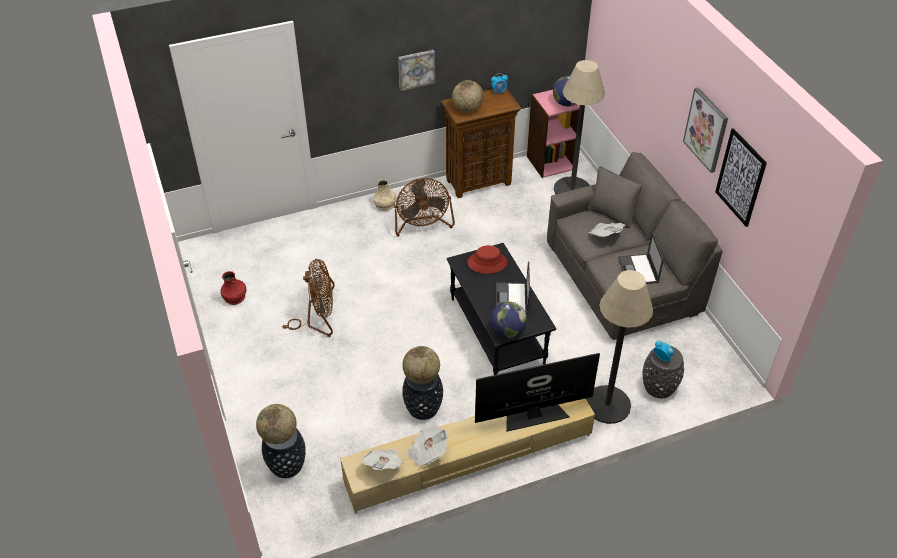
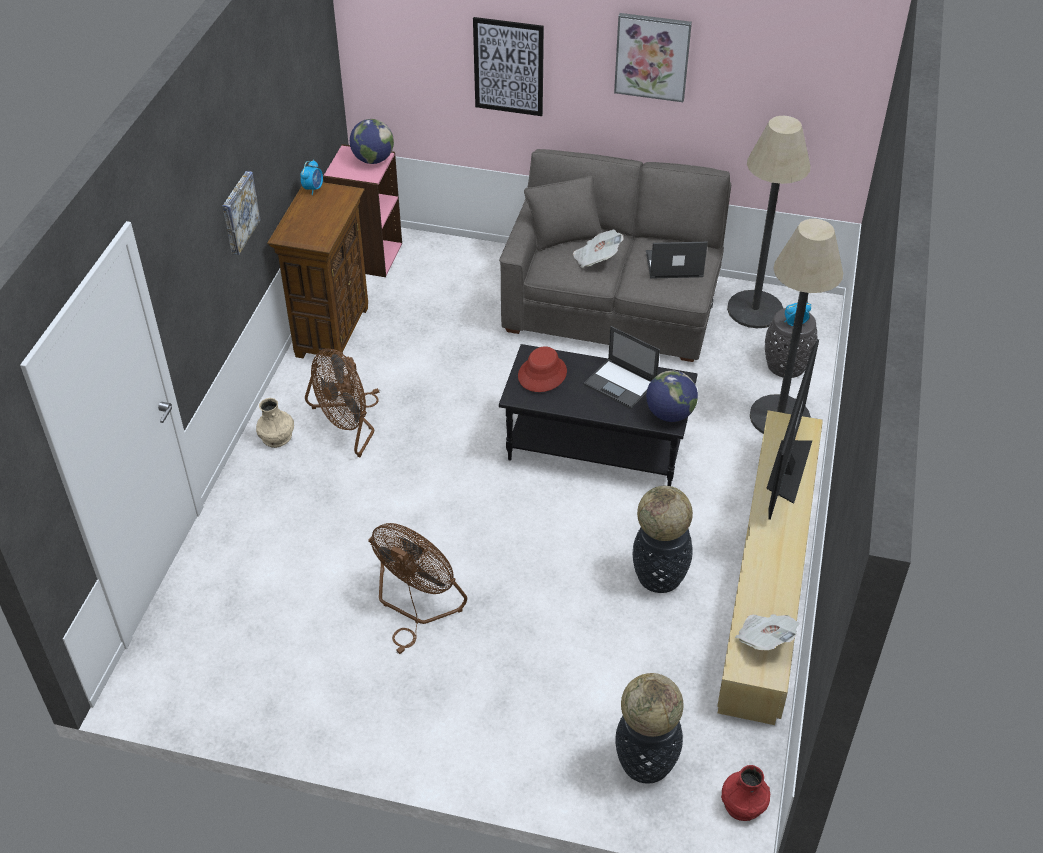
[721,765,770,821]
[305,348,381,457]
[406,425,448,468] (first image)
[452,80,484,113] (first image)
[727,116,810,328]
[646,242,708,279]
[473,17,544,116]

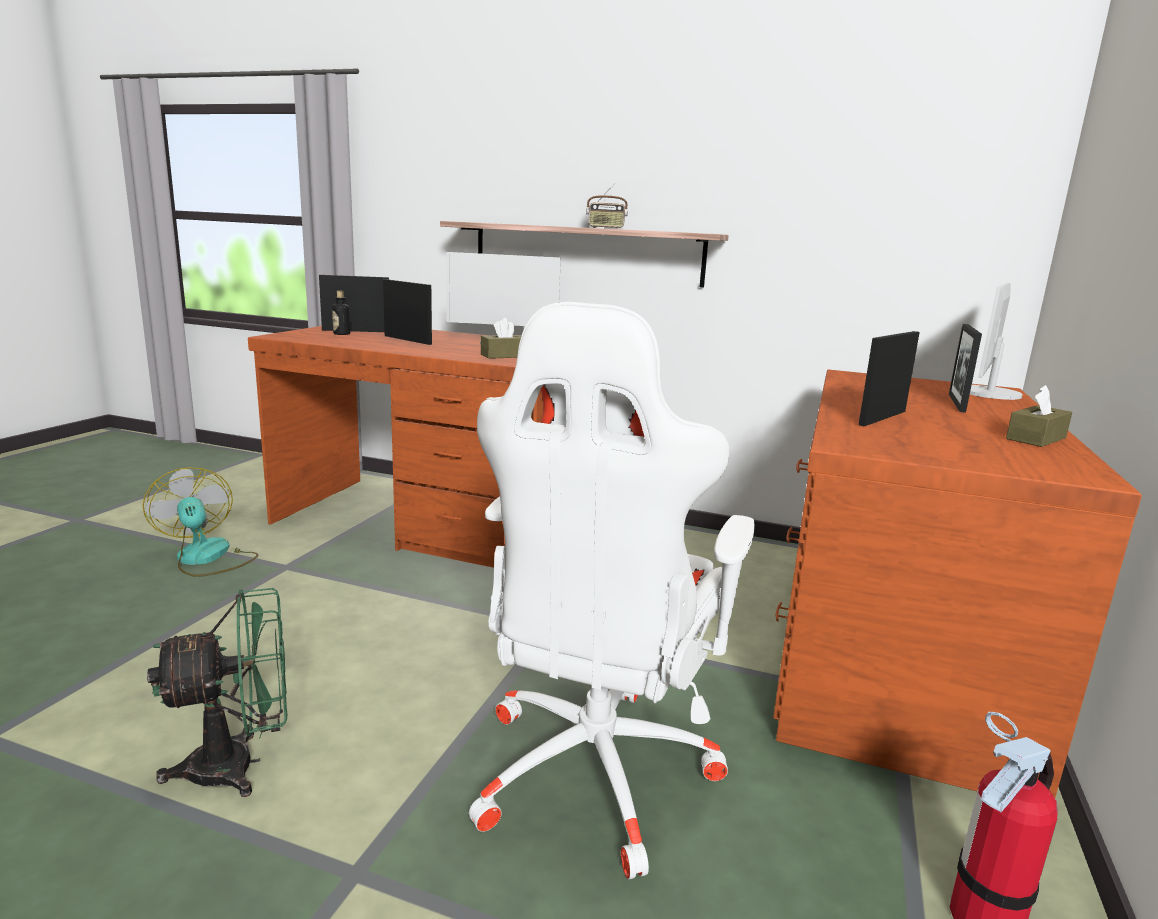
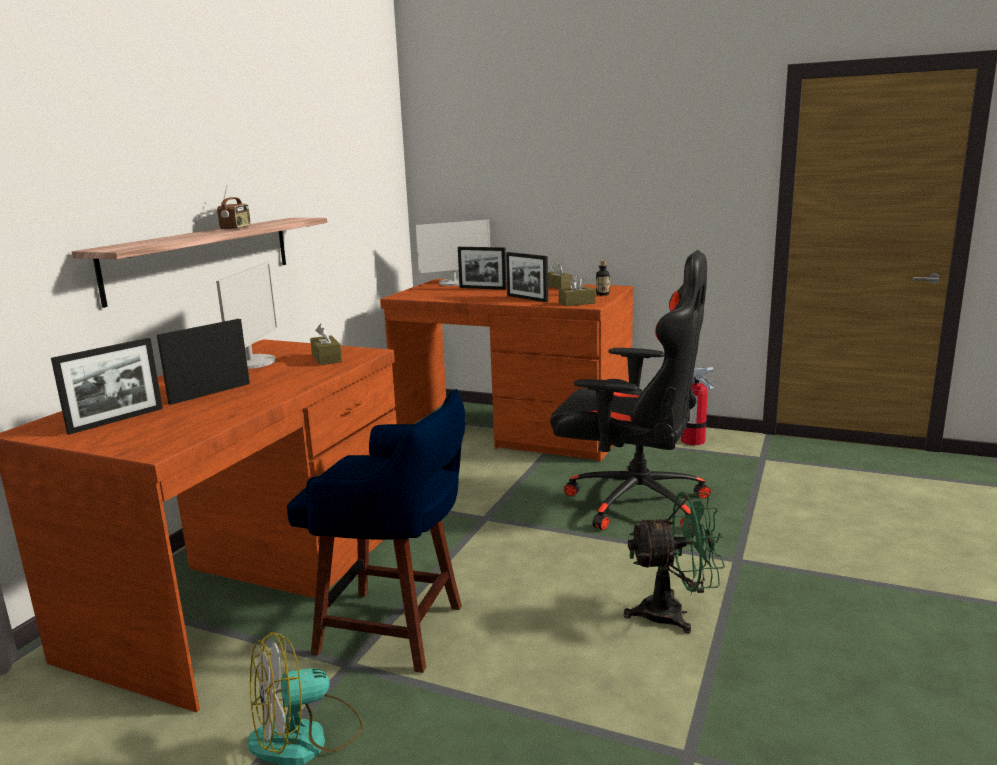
[624,492,725,634]
[51,338,163,435]
[596,260,610,295]
[550,250,711,531]
[415,219,490,286]
[287,389,466,673]
[559,276,595,306]

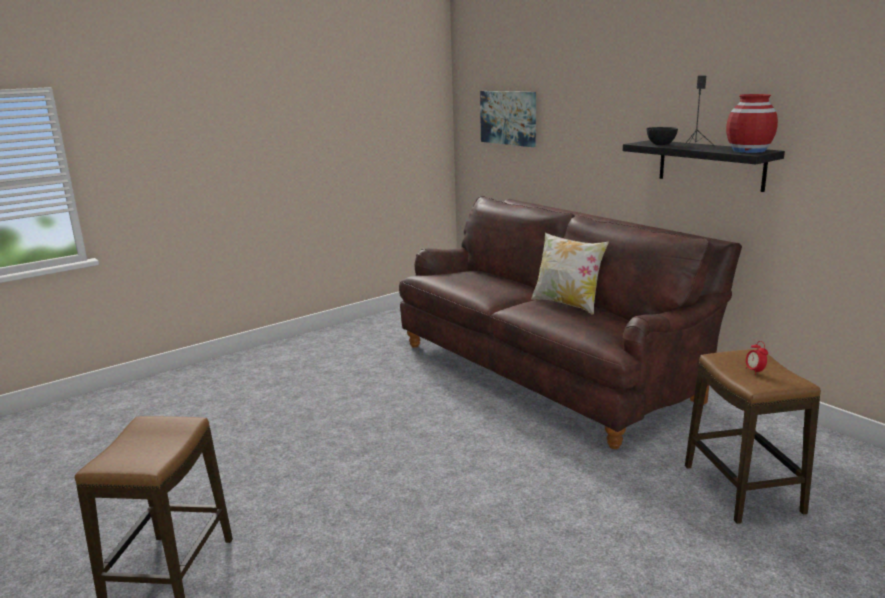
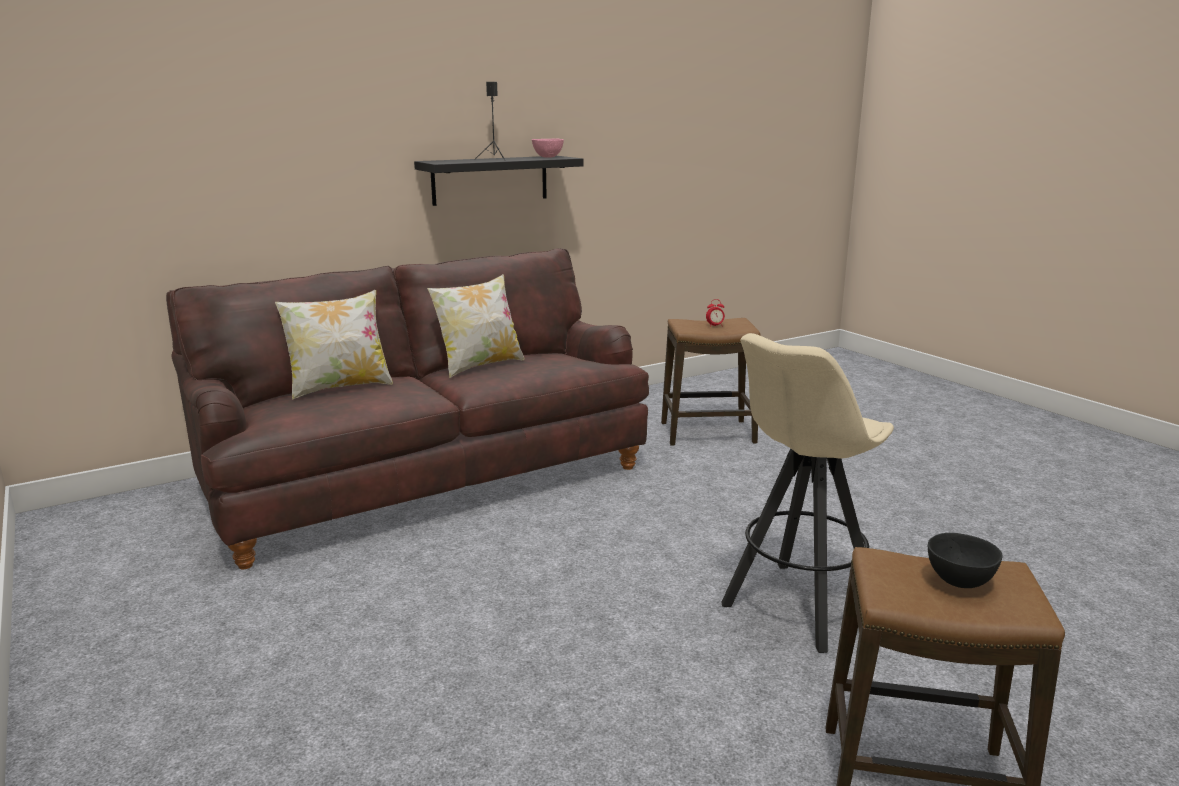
[480,91,536,147] (first image)
[928,533,1003,588]
[532,139,564,158]
[275,290,393,400]
[722,333,894,653]

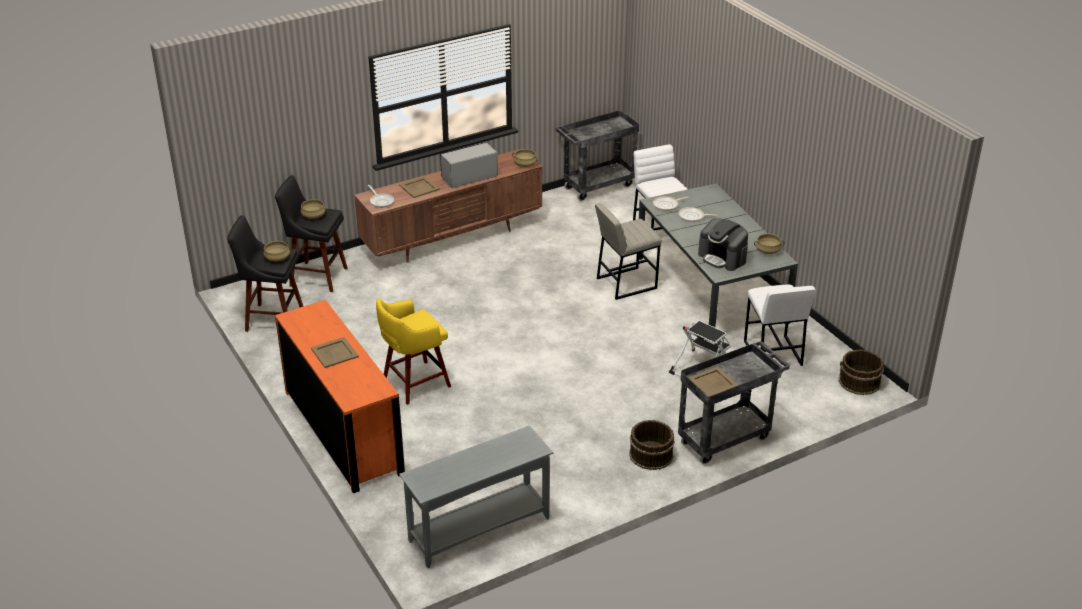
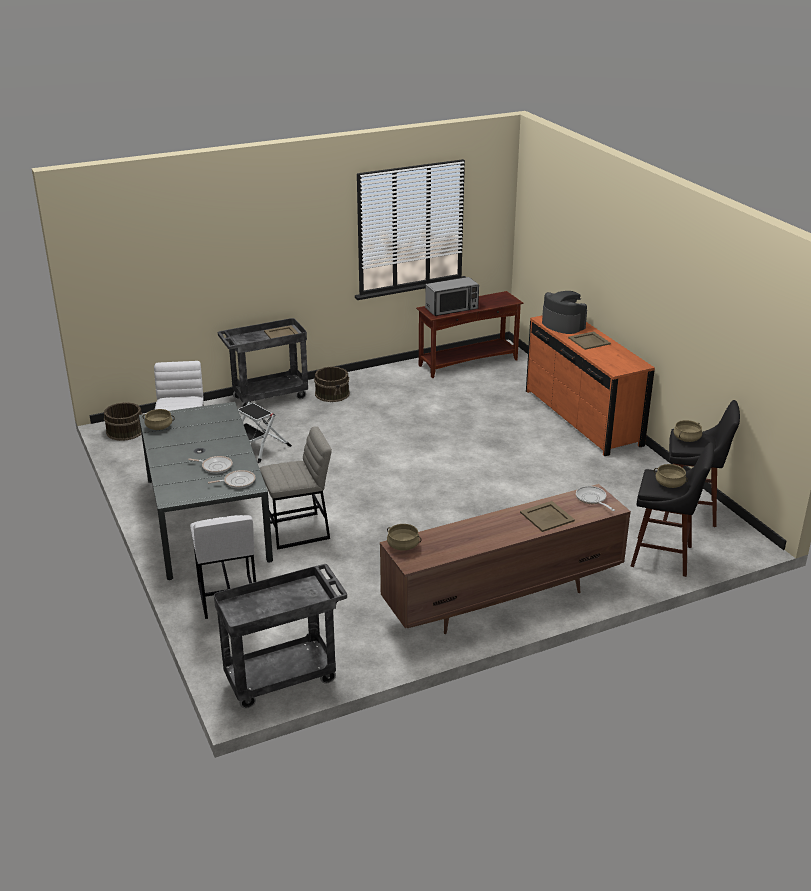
[376,299,451,405] (first image)
[416,291,523,378]
[425,277,479,316]
[542,291,587,334]

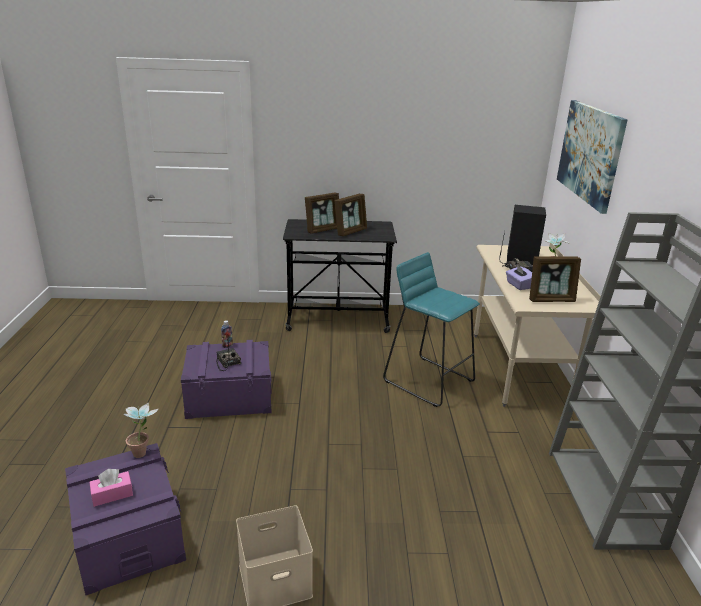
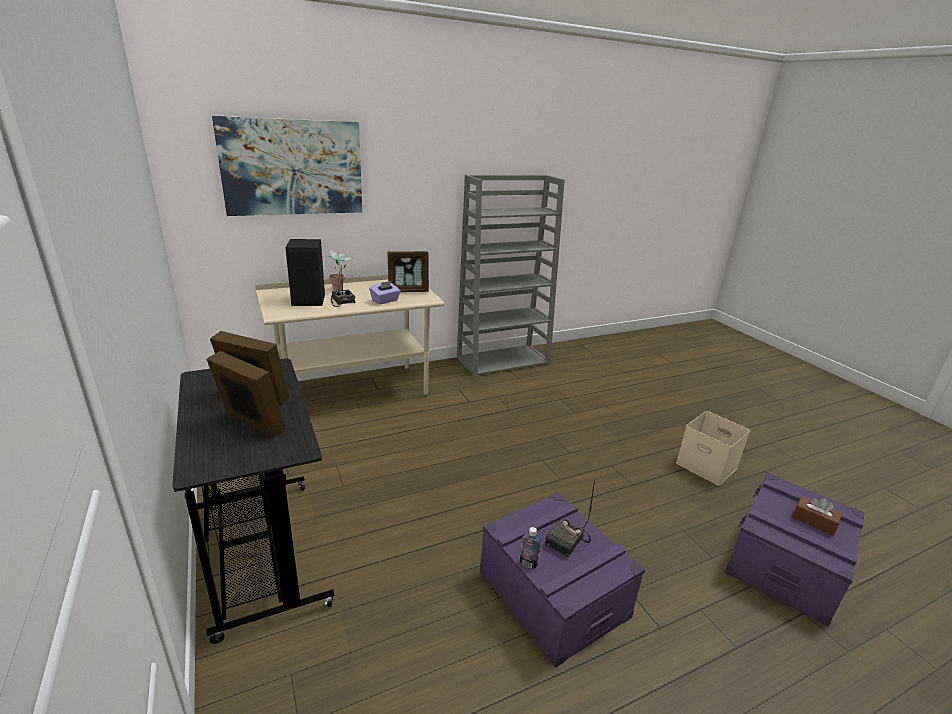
[793,496,842,535]
[123,403,159,458] (first image)
[383,252,480,407] (first image)
[387,251,429,292]

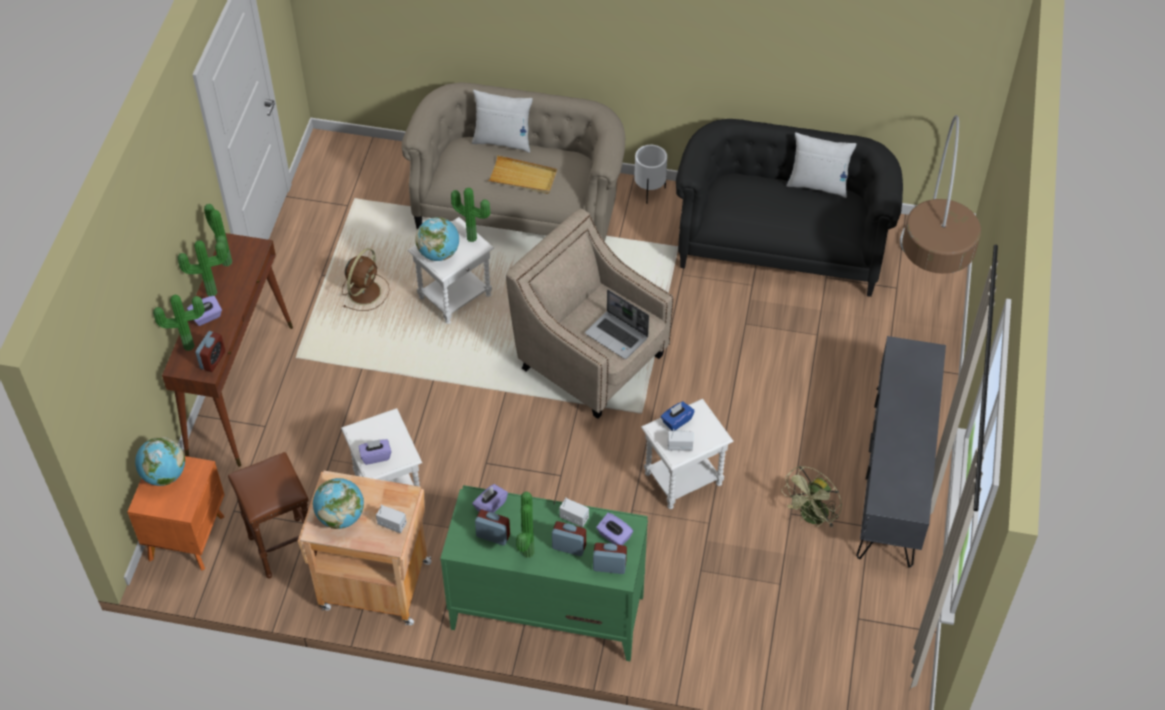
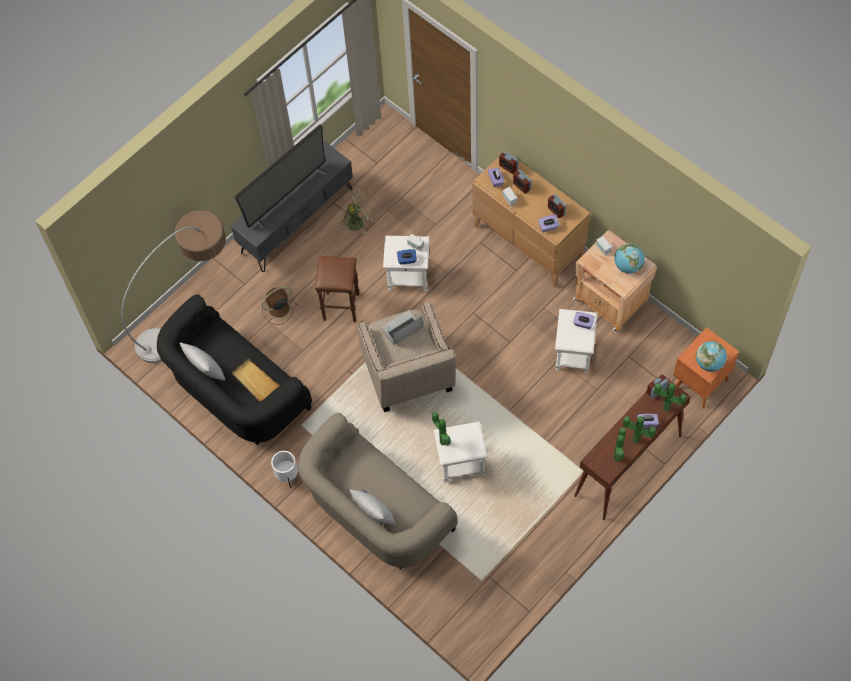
[315,256,360,323]
[261,286,297,325]
[415,217,459,261] (first image)
[472,151,590,288]
[232,359,279,402]
[516,491,534,558] (first image)
[381,310,423,345]
[234,124,325,229]

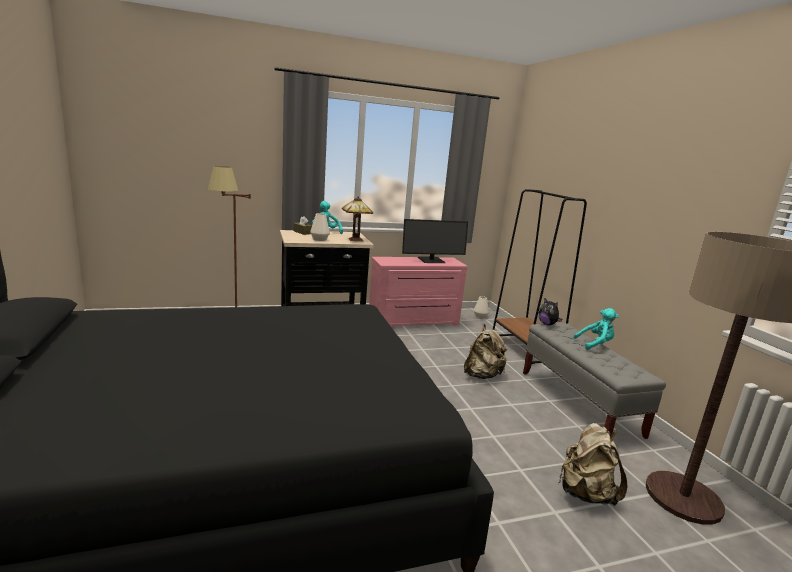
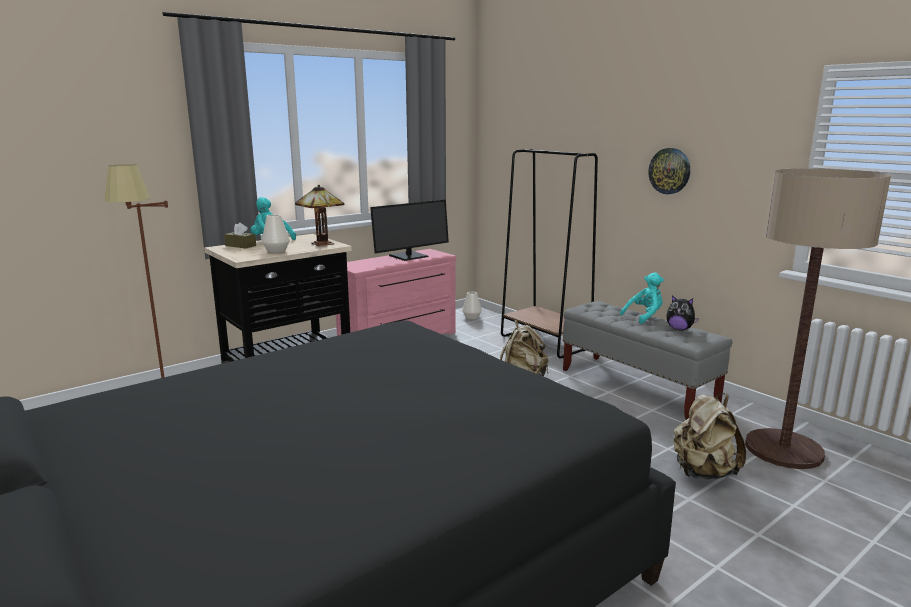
[666,295,699,330]
[648,148,690,194]

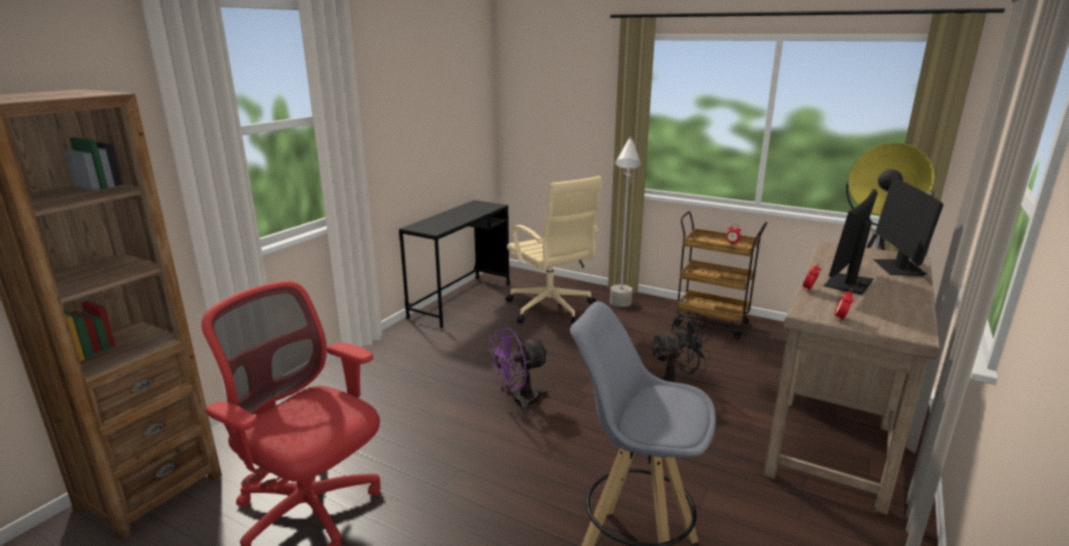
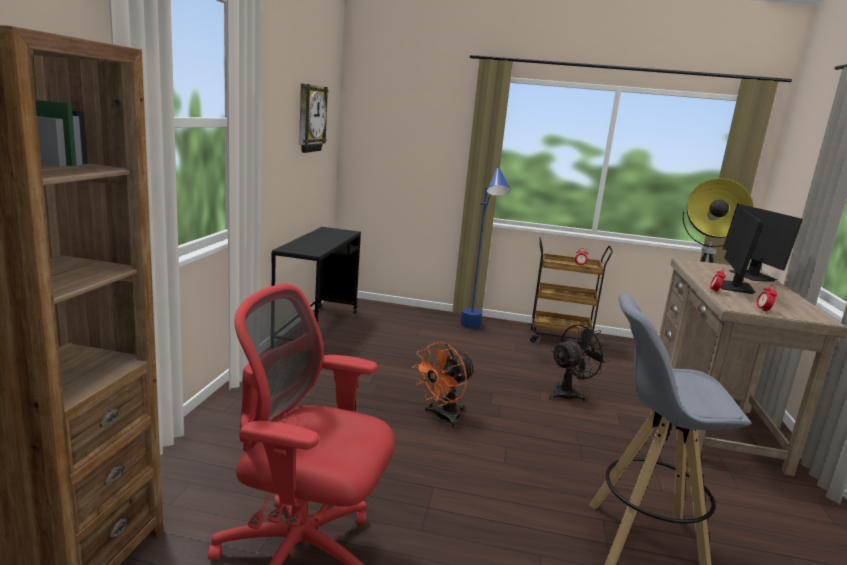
[412,342,476,428]
[506,176,602,324] (first image)
[460,166,511,329]
[299,83,329,153]

